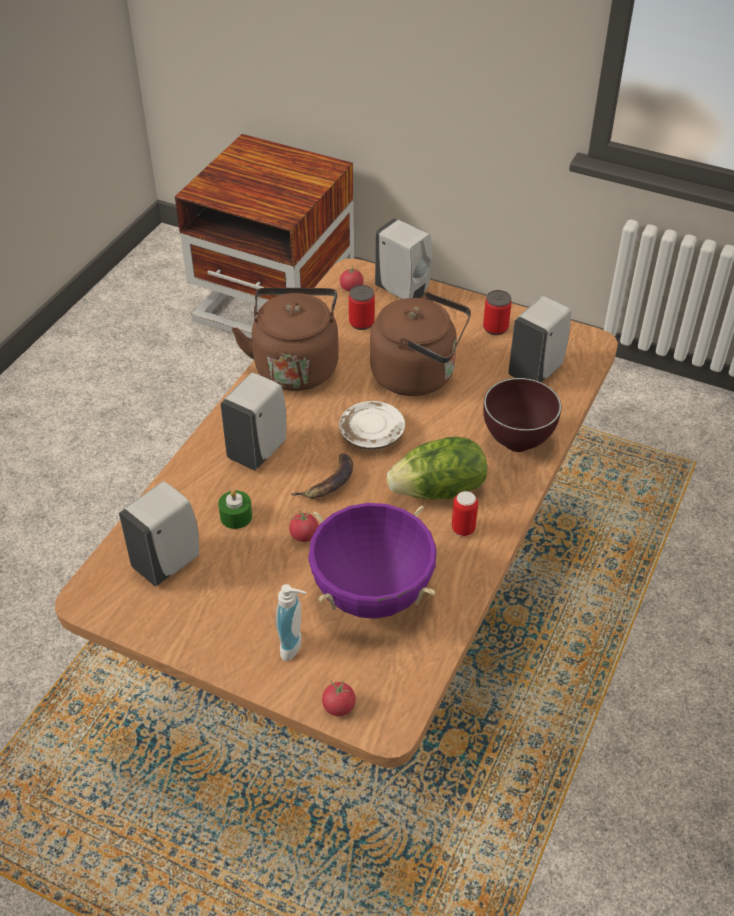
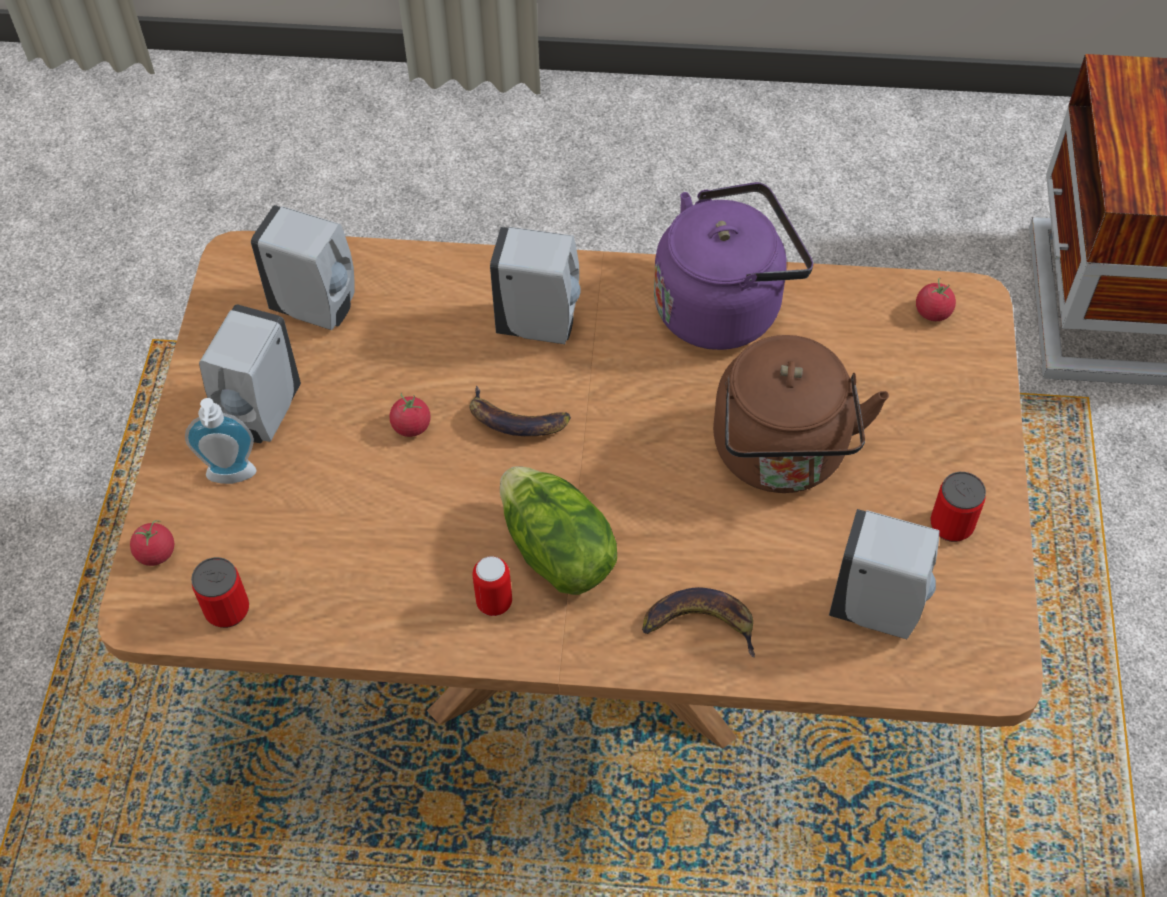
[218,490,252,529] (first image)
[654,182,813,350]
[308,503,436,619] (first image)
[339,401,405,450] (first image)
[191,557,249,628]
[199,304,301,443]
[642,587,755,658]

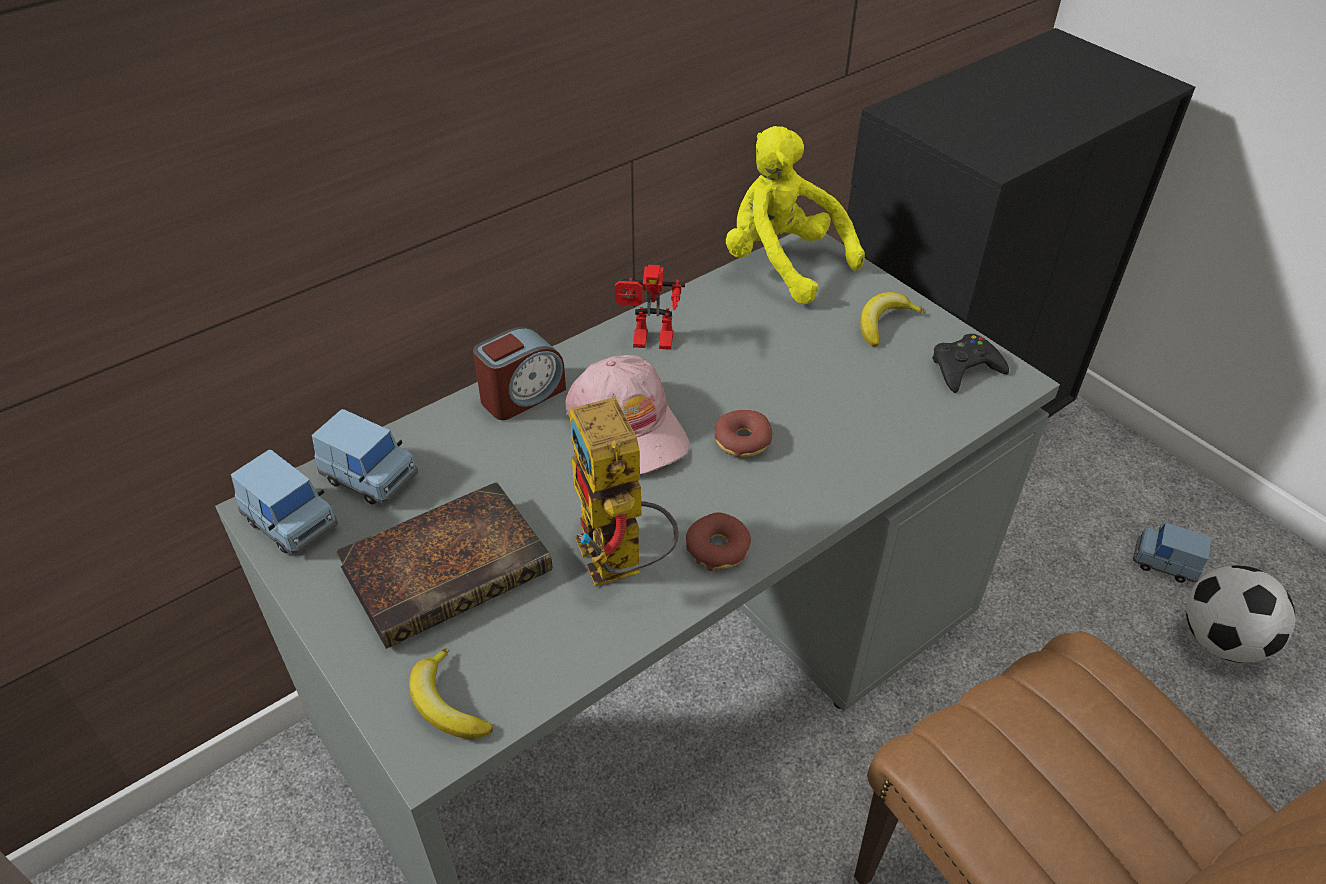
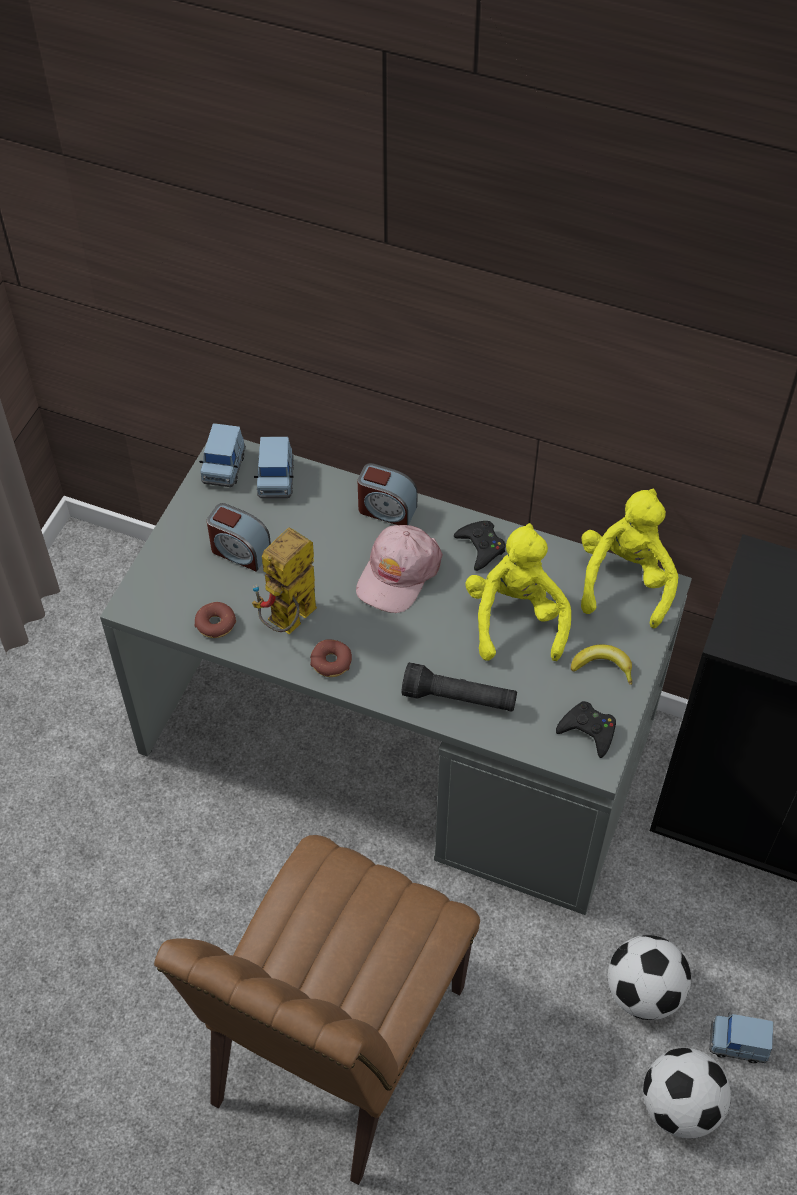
[207,503,271,572]
[409,648,493,739] (first image)
[454,521,505,571]
[194,602,236,638]
[709,1013,774,1063]
[402,662,517,711]
[465,523,571,661]
[608,935,691,1020]

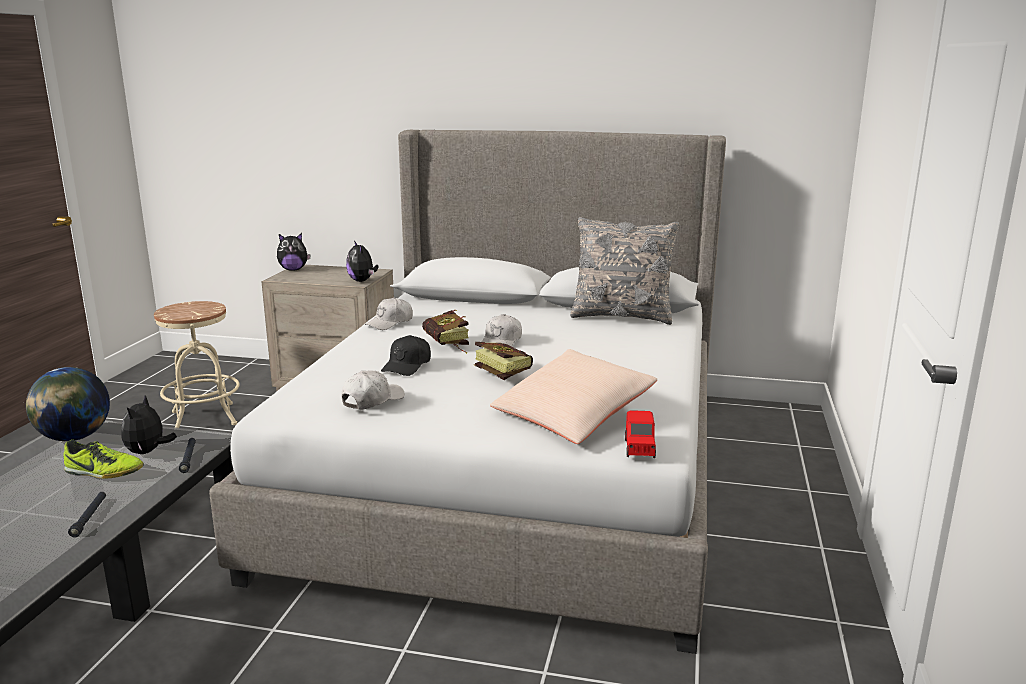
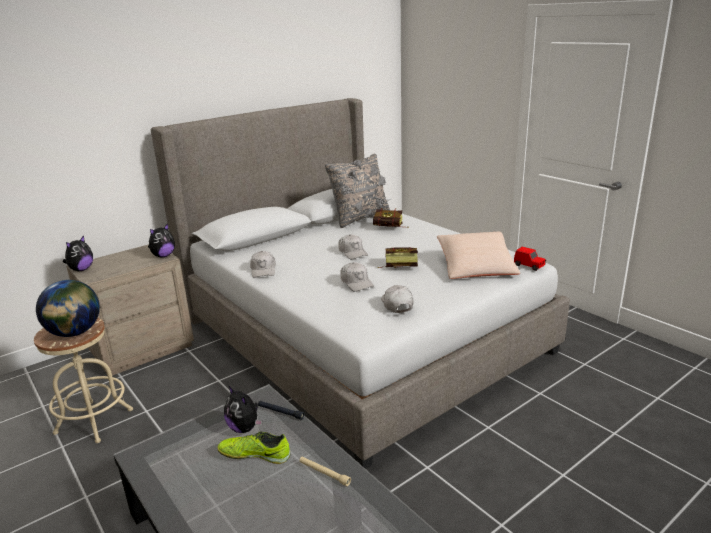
[36,280,100,337]
[217,431,290,464]
[299,456,351,486]
[148,224,175,258]
[341,262,374,292]
[373,208,409,228]

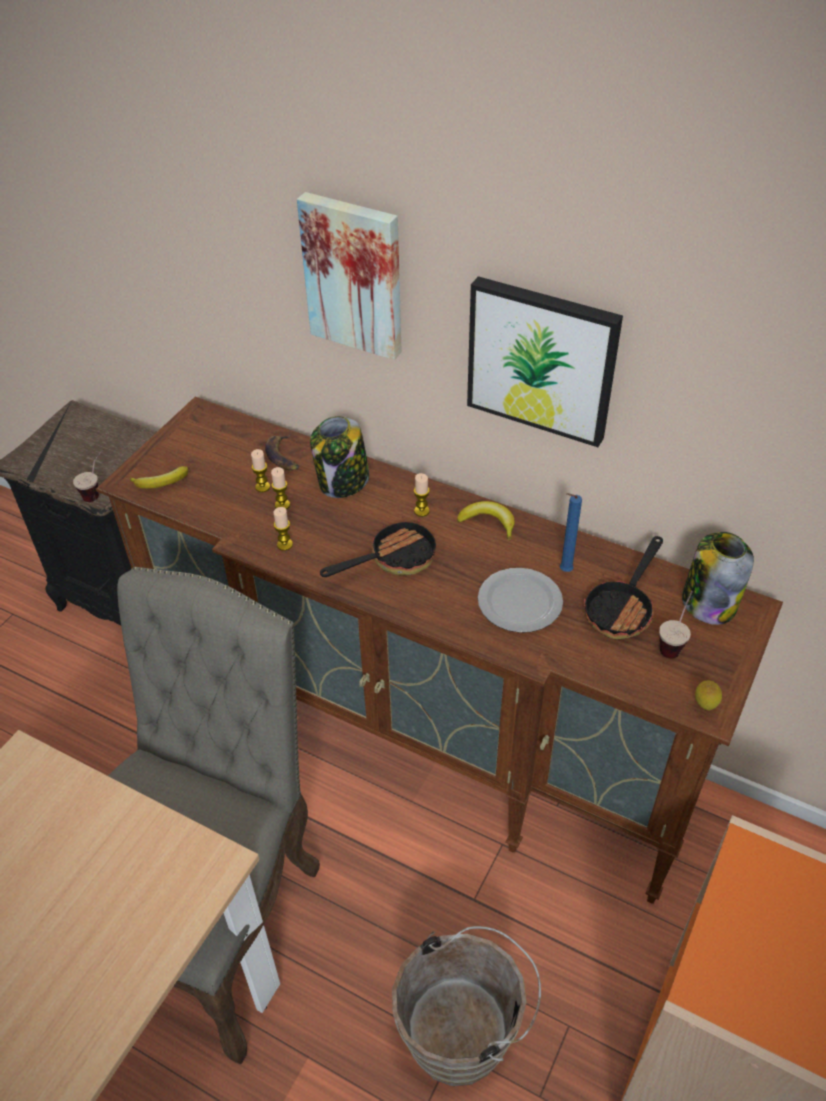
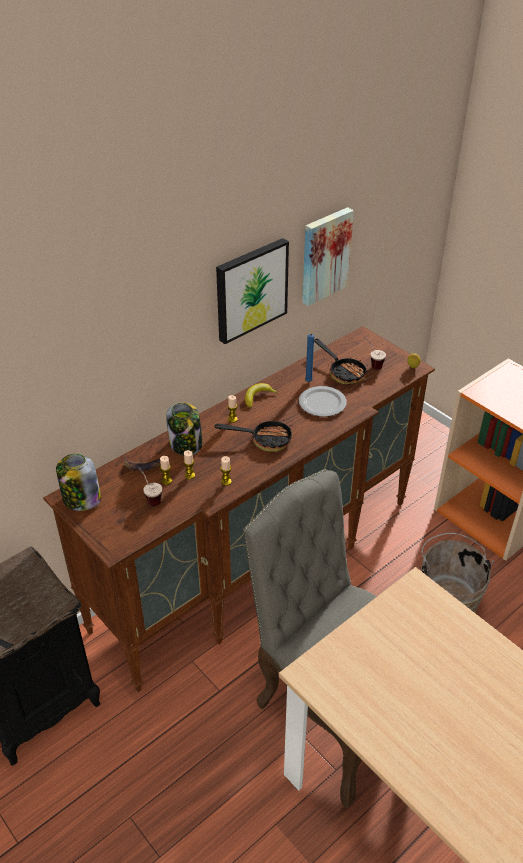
[138,466,162,506]
[129,466,188,489] (first image)
[302,207,354,306]
[215,419,292,452]
[56,454,101,511]

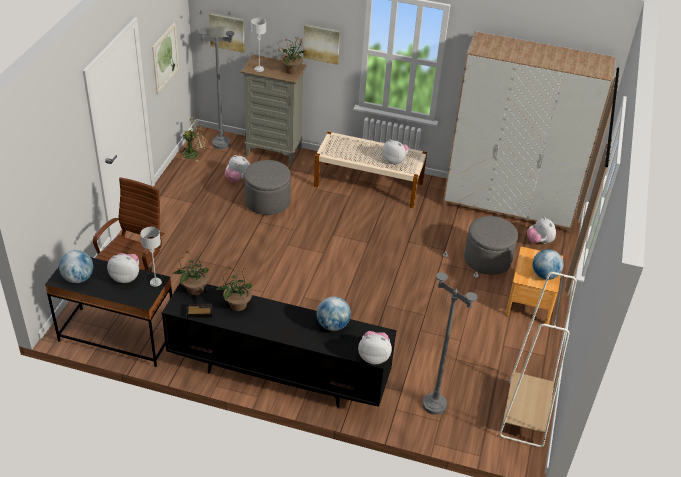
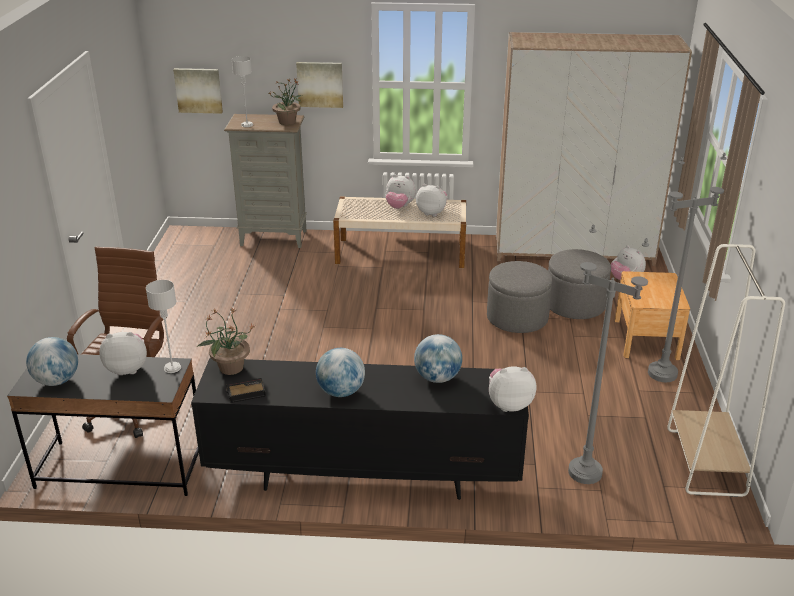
[152,22,179,94] (first image)
[178,117,205,162] (first image)
[648,152,727,382]
[215,265,256,311] (first image)
[385,175,416,209]
[487,261,553,333]
[316,348,365,397]

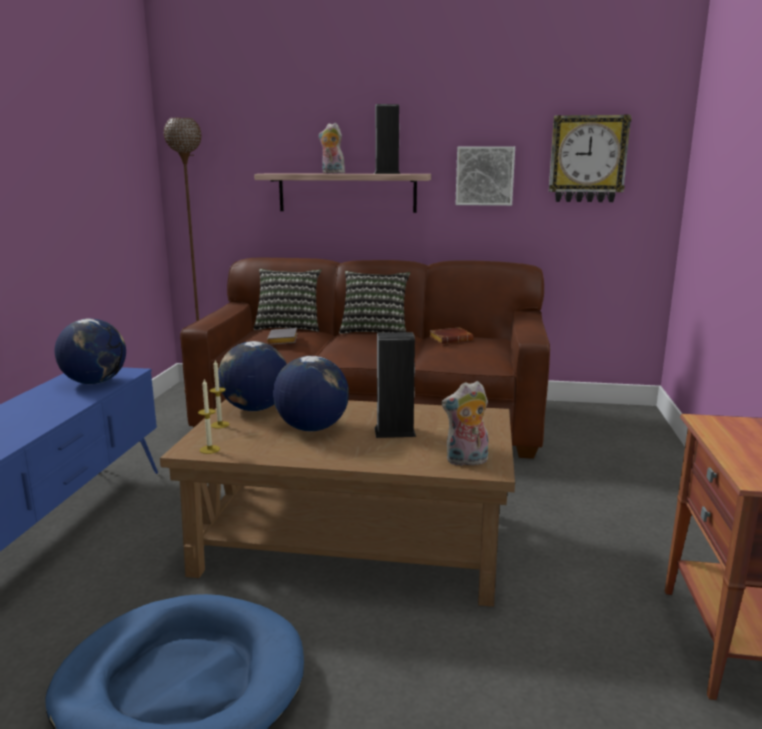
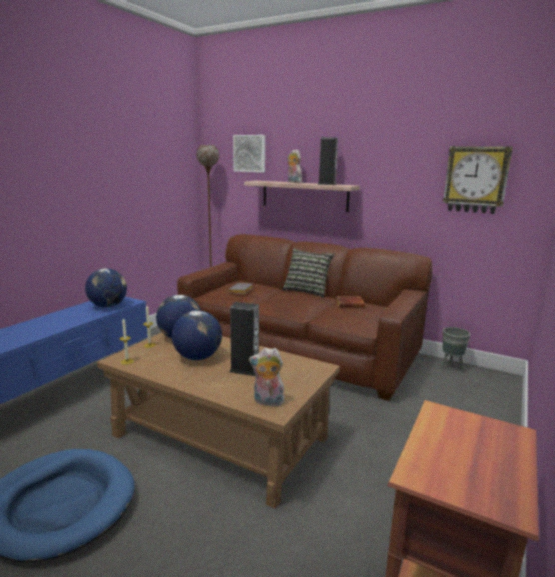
[253,269,321,332] (first image)
[233,135,265,172]
[440,327,471,372]

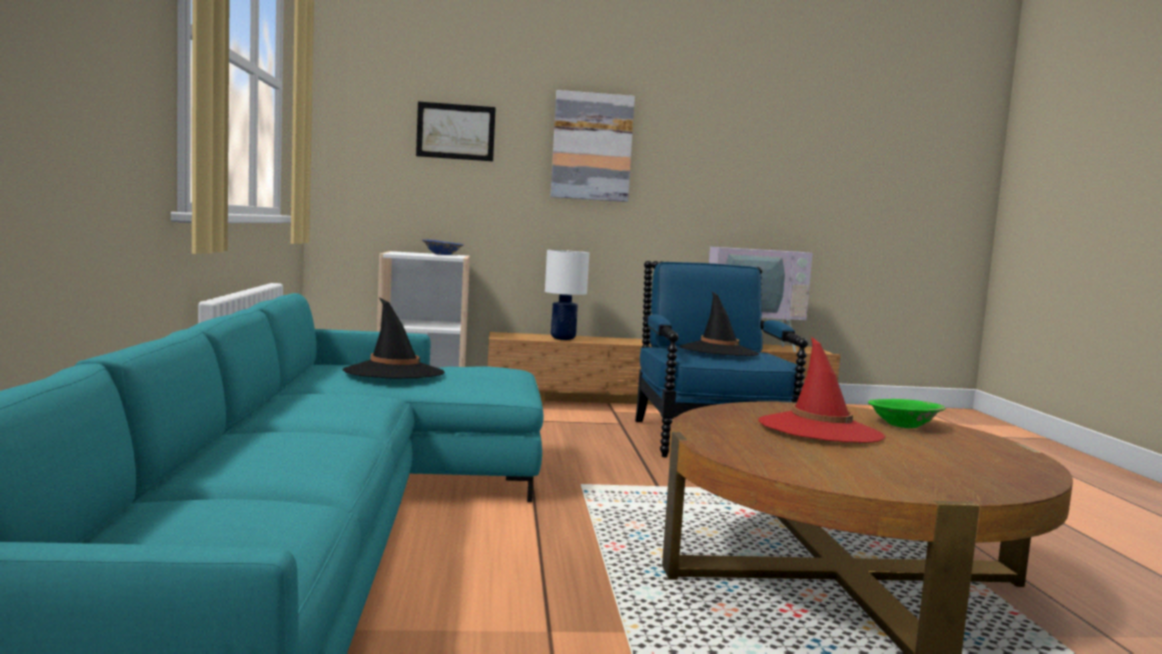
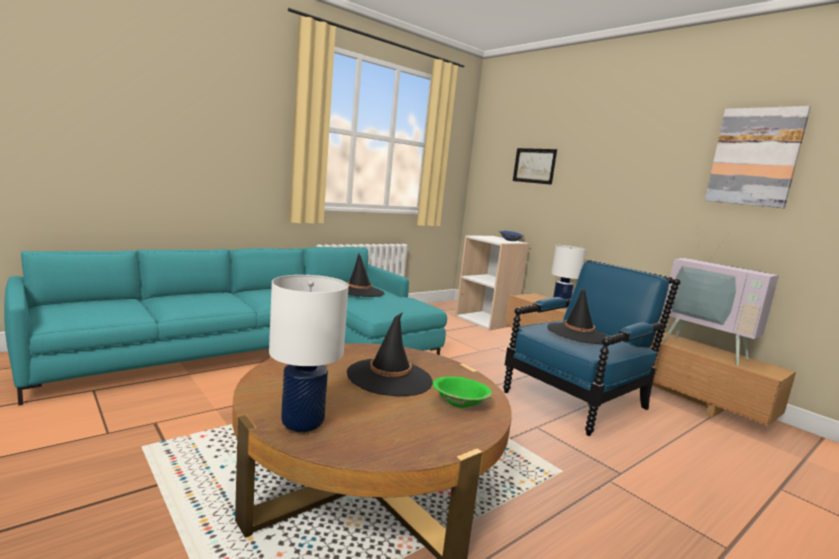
[705,106,811,208]
[347,312,433,397]
[269,275,349,432]

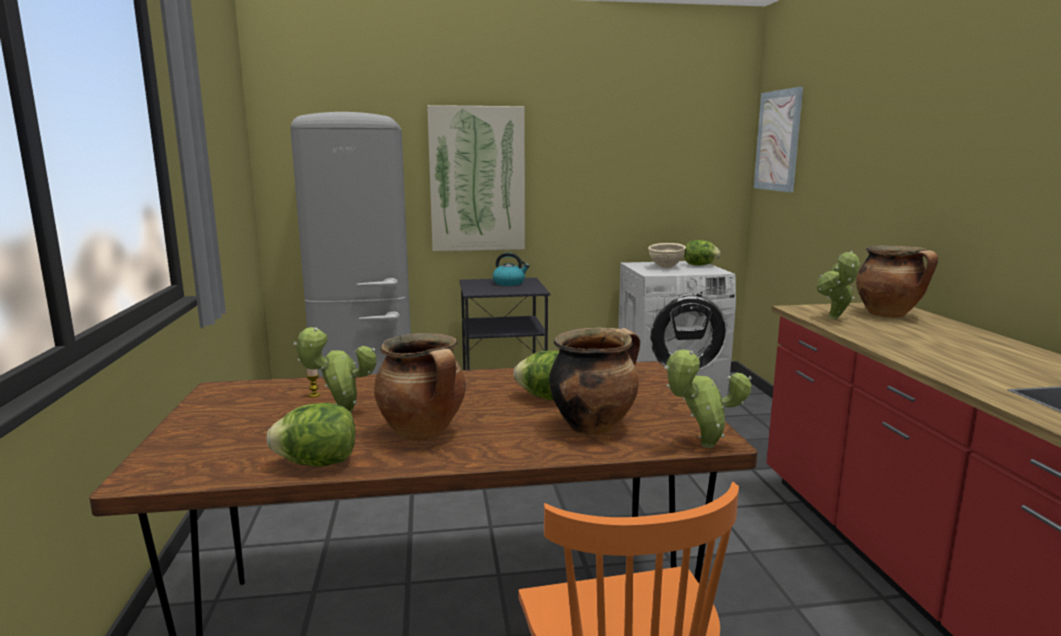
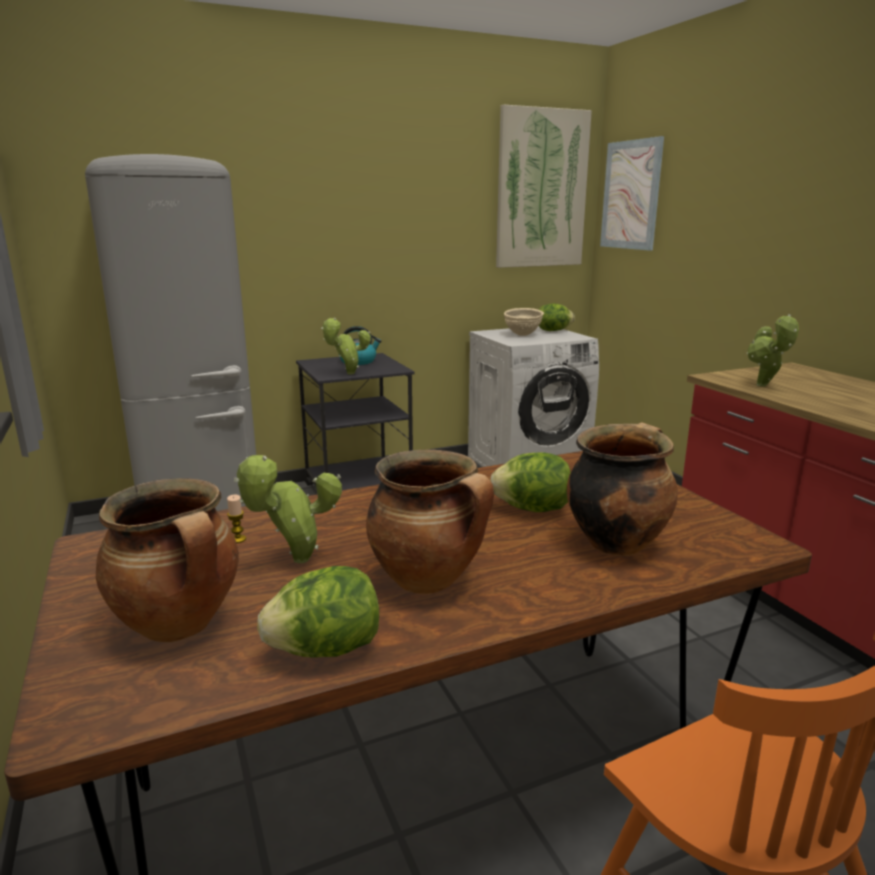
[496,105,592,268]
[321,318,371,375]
[96,478,239,642]

